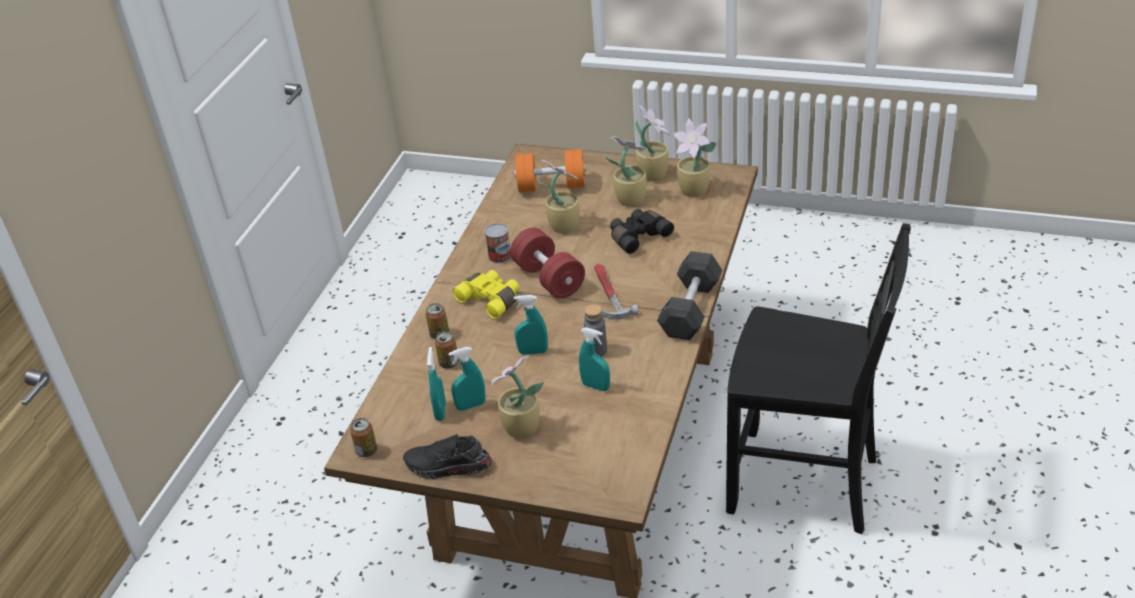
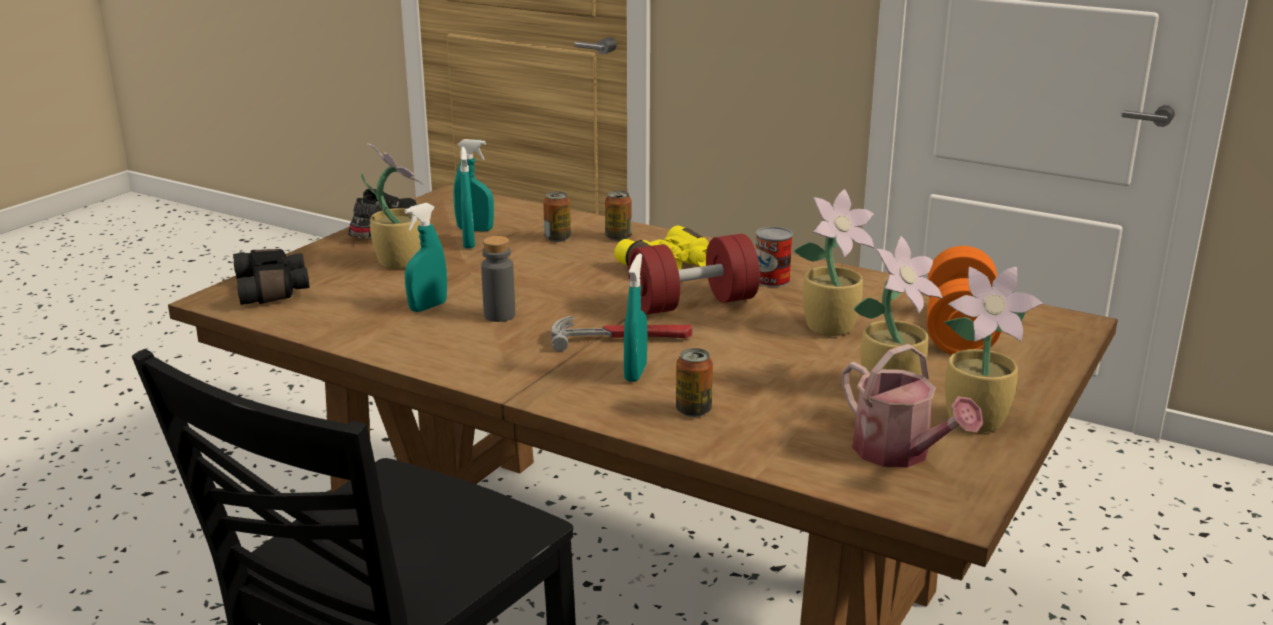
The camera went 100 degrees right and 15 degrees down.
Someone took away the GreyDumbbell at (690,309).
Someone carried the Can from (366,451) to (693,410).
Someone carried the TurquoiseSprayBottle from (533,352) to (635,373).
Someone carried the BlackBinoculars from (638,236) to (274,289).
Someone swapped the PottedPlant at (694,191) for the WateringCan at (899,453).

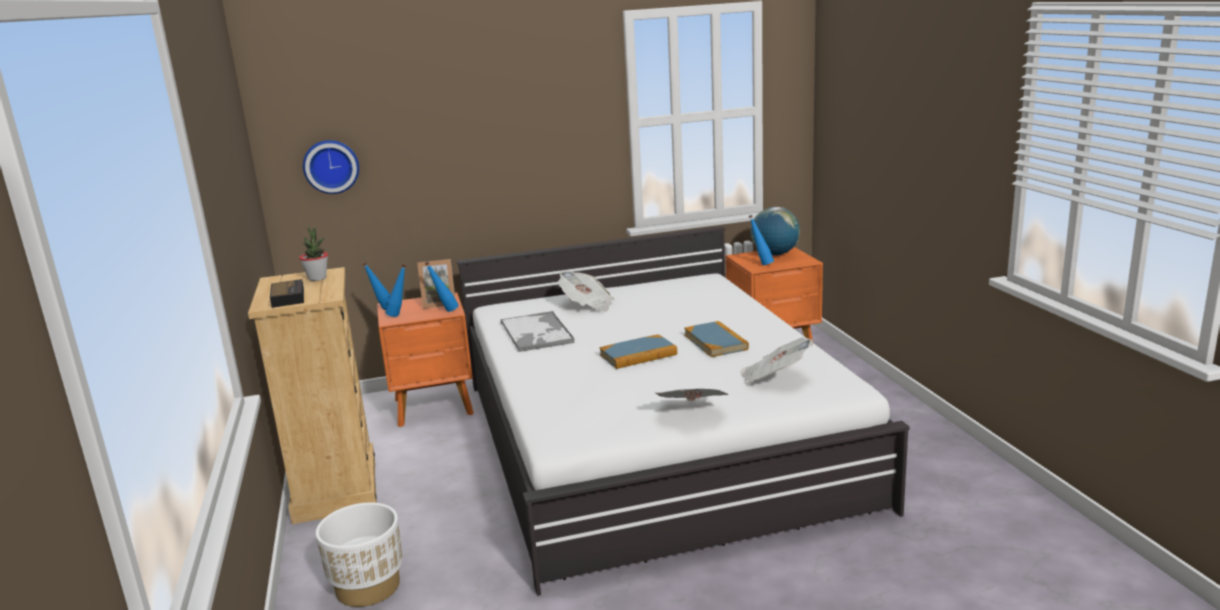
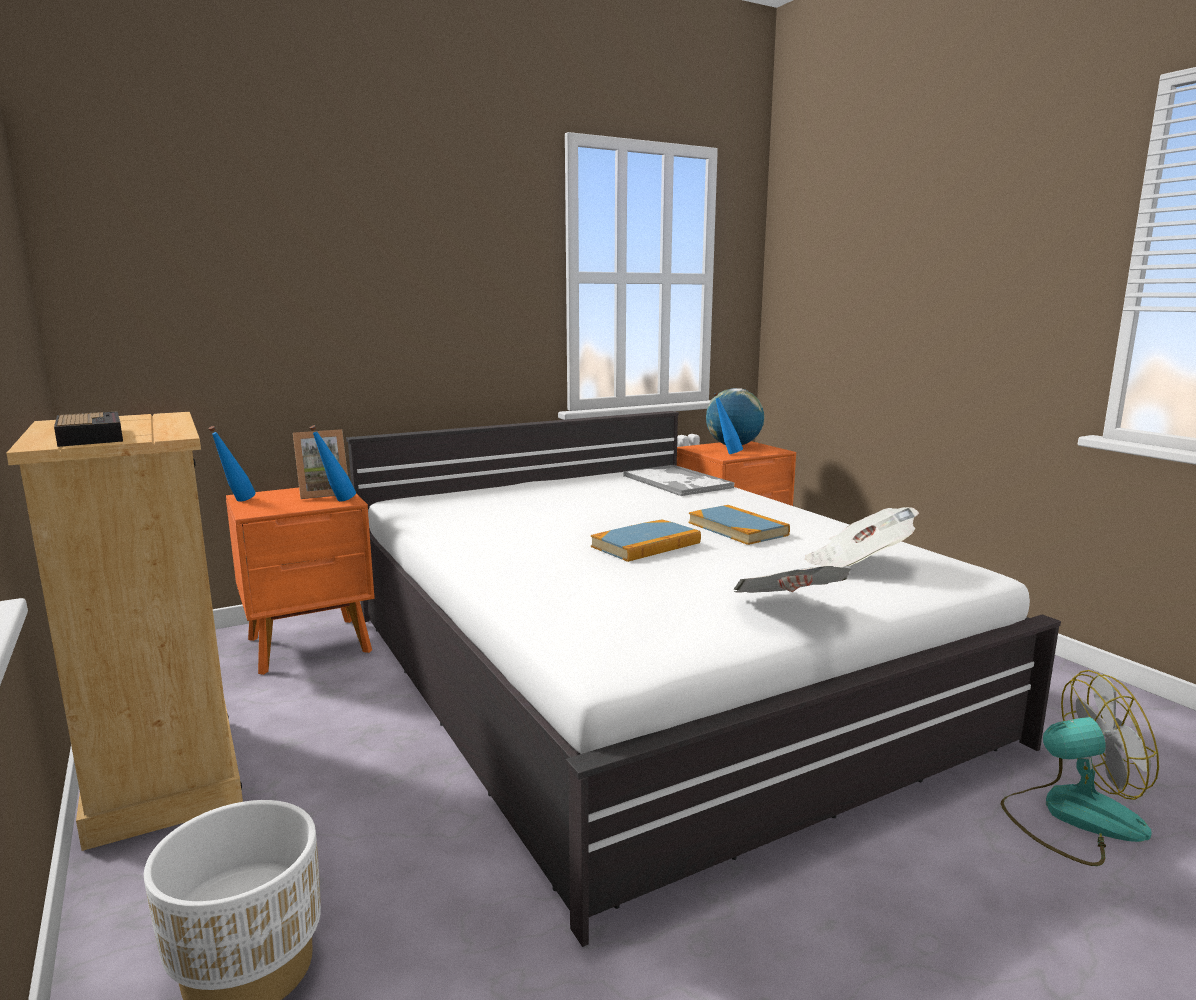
The camera went 15 degrees left and 5 degrees down.
Someone took away the PottedPlant at (317,278).
Someone took away the WallClock at (331,166).
Someone took away the BlueBottle at (400,315).
Someone took away the Newspaper at (587,305).
Someone put down the Fan at (1071,816).
Someone carried the Tray from (537,333) to (677,482).

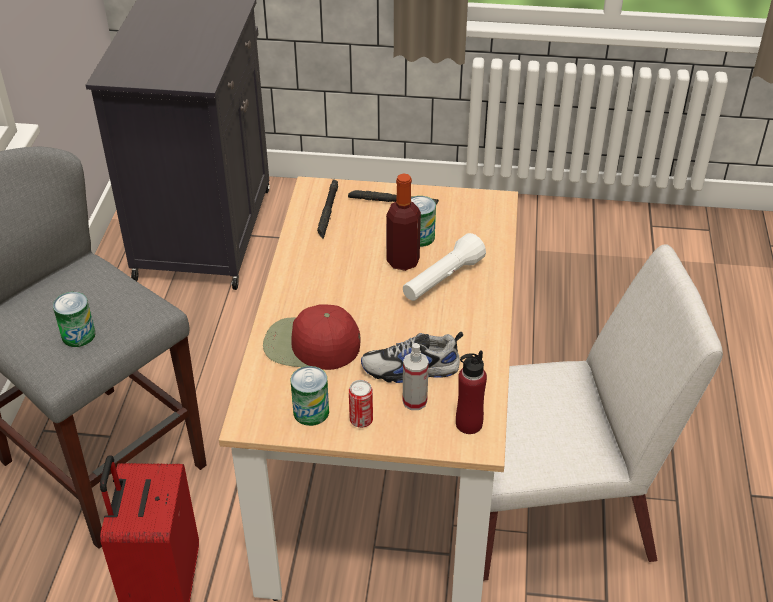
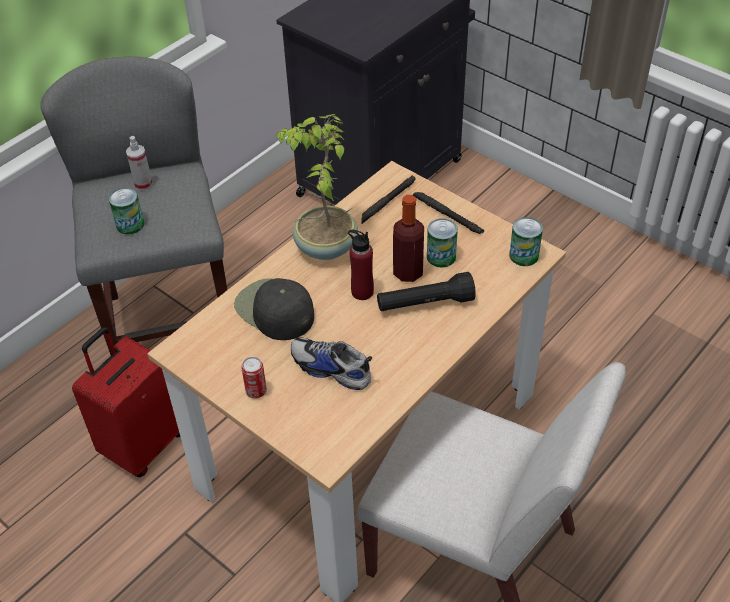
The camera went 35 degrees right and 5 degrees up.
Someone put down the PottedPlant at (324,247).
Someone carried the Can from (311,412) to (524,255).
Someone carried the SprayBottle from (414,401) to (143,184).
Someone carried the RedBottle from (468,424) to (362,292).
Someone repainted the RedCap at (310,345), which became the BlackCap at (274,310).
Someone repainted the WhiteFlashlight at (442,280), which became the BlackFlashlight at (425,304).

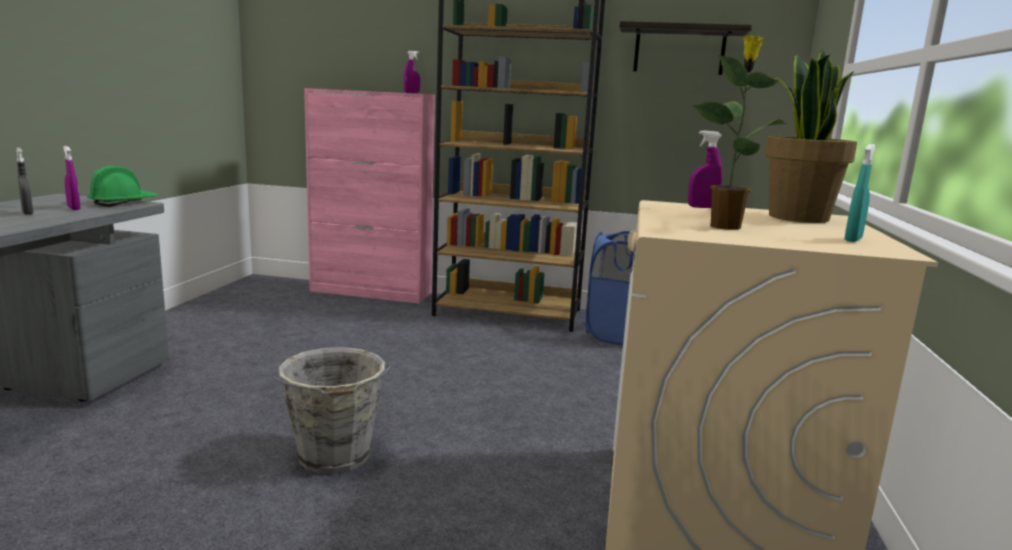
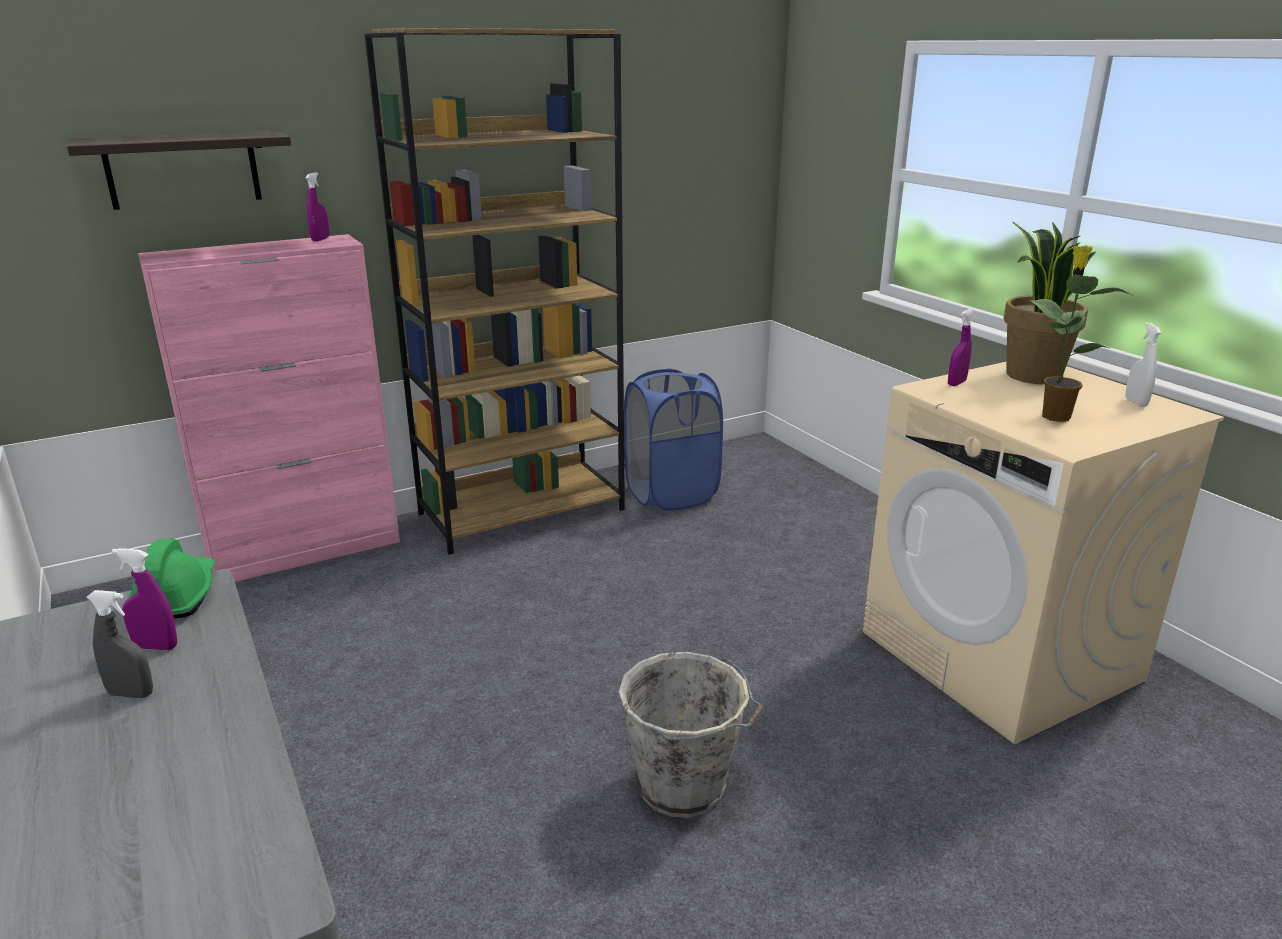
The camera went 40 degrees left and 10 degrees up.
Someone carried the Shelf from (679,51) to (183,169).
Someone repainted the TurquoiseSprayBottle at (853,239), which became the WhiteSprayBottle at (1135,402).

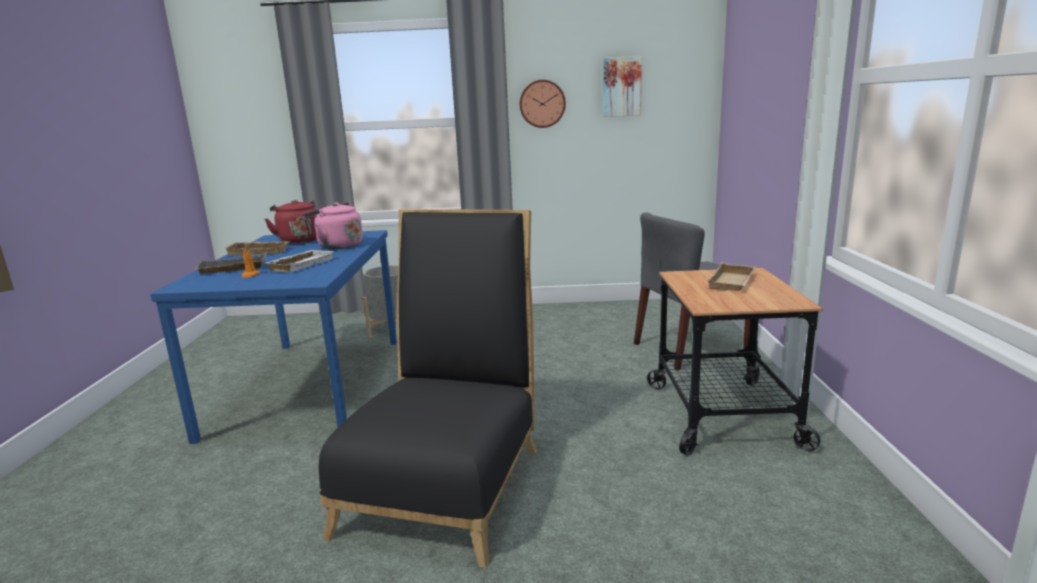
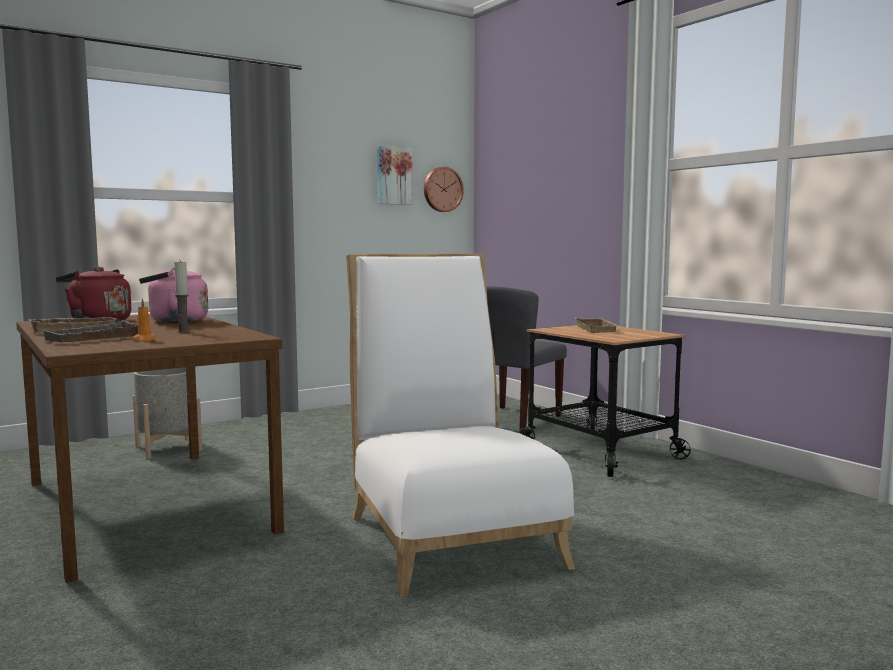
The camera went 35 degrees left and 10 degrees down.
Someone carried the WallClock from (542,104) to (442,189).
Someone swapped the WhiteTray at (300,264) for the Candle at (183,331).
Someone repainted the BlueDiningTable at (309,384), which became the BrownDiningTable at (143,505).
Someone repainted the BlackChair at (447,481), which became the WhiteChair at (449,534).

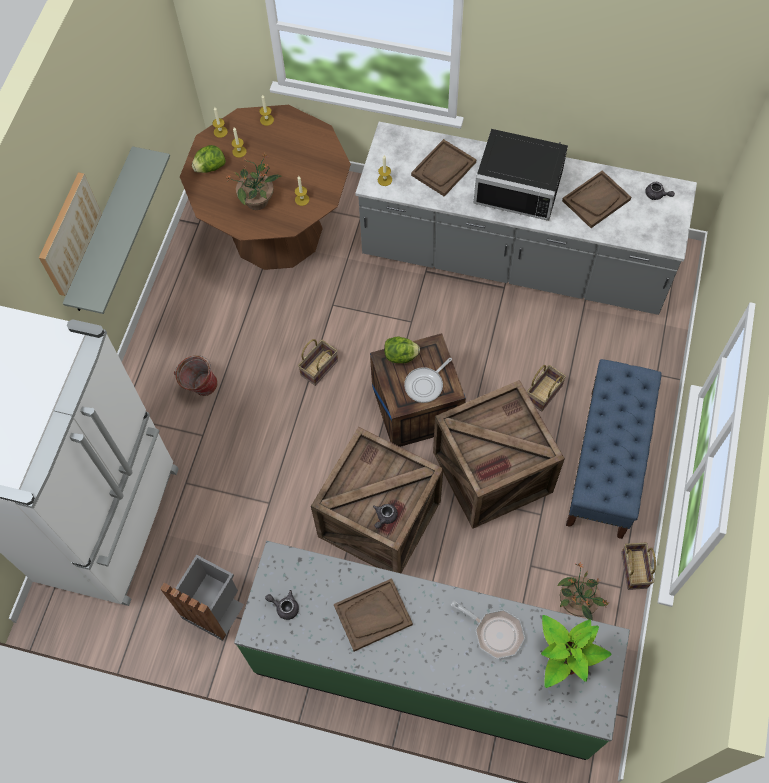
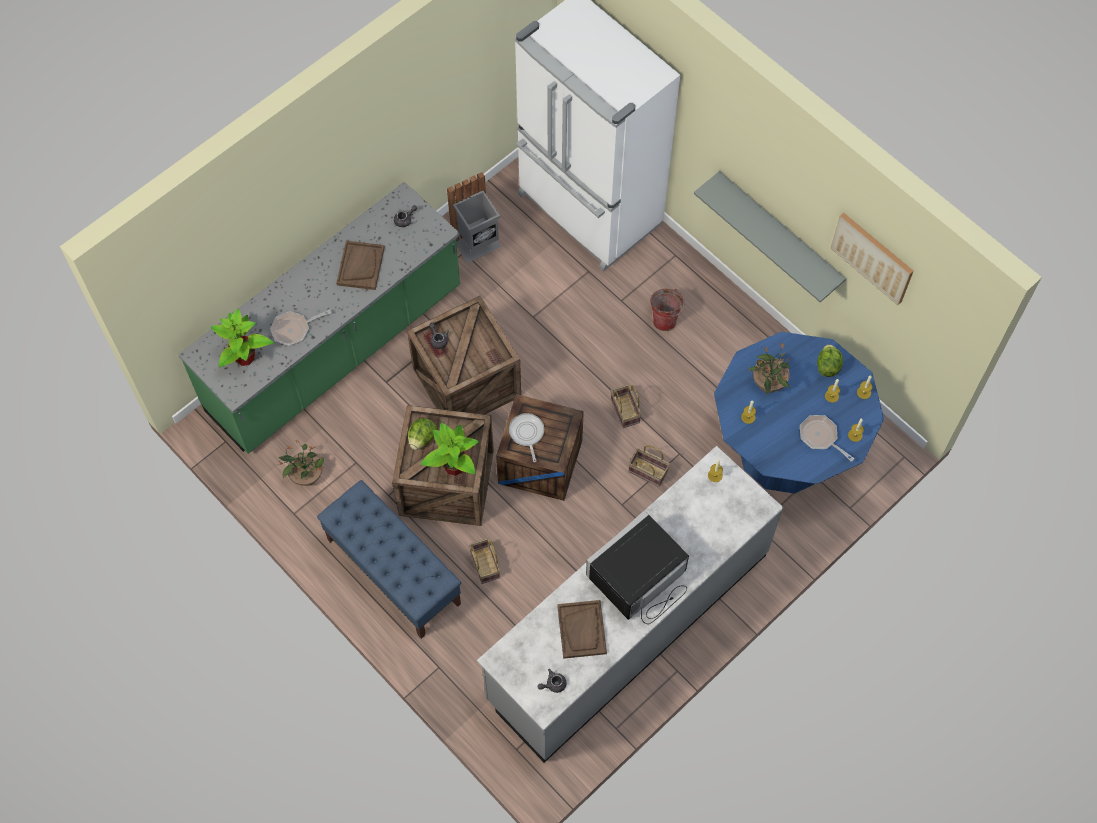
The camera went 120 degrees right and 0 degrees up.
Someone took away the BrownTray at (443,169).
Someone put down the PottedPlant at (454,466).
Someone put down the FryingPan at (820,437).
Someone carried the Picture from (68,234) to (872,257).
Someone carried the Lettuce from (401,356) to (422,438).
Someone carried the Basket from (633,569) to (649,471).
Someone repainted the BrownDiningTable at (277,231), which became the BlueDiningTable at (784,450).

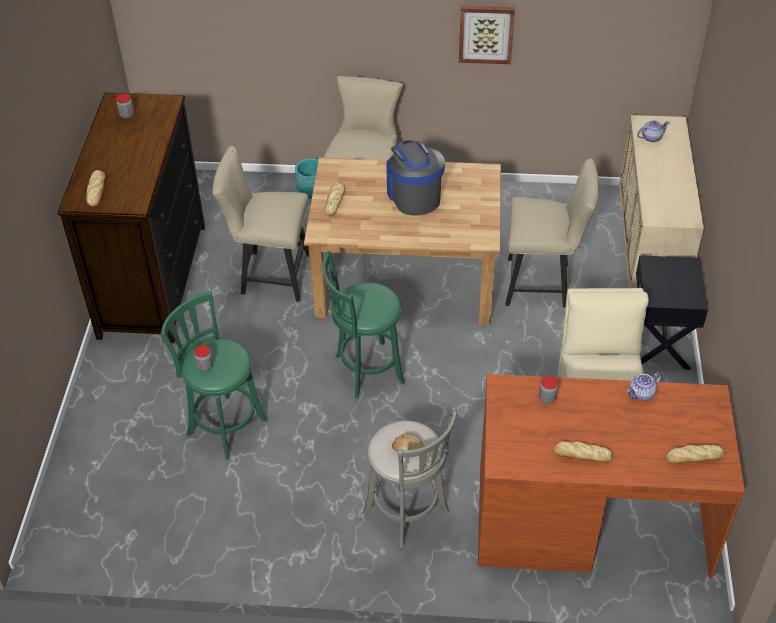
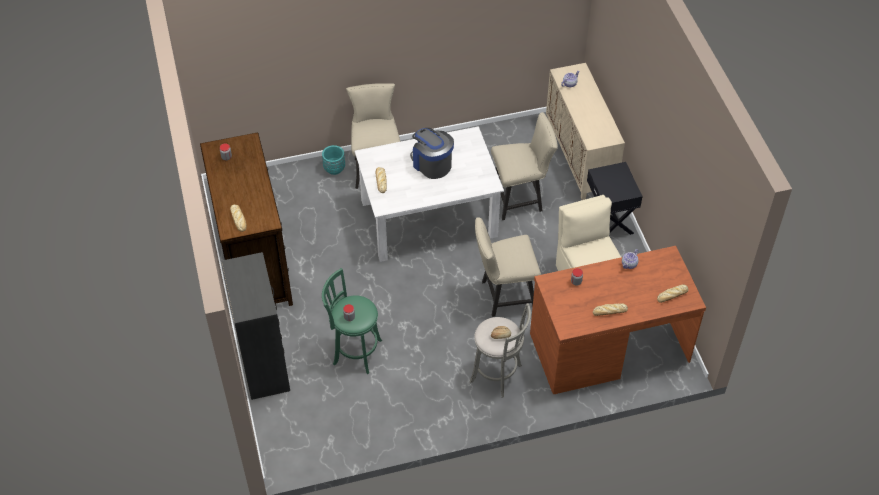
The camera went 20 degrees left and 5 degrees up.
Someone took away the GreenStool at (365,370).
Someone took away the Picture at (486,33).
Someone put down the BlackDresser at (264,364).
Someone carried the BeigeChair from (270,275) to (504,296).
Someone repainted the BrownDiningTable at (407,278), which became the WhiteDiningTable at (429,217).

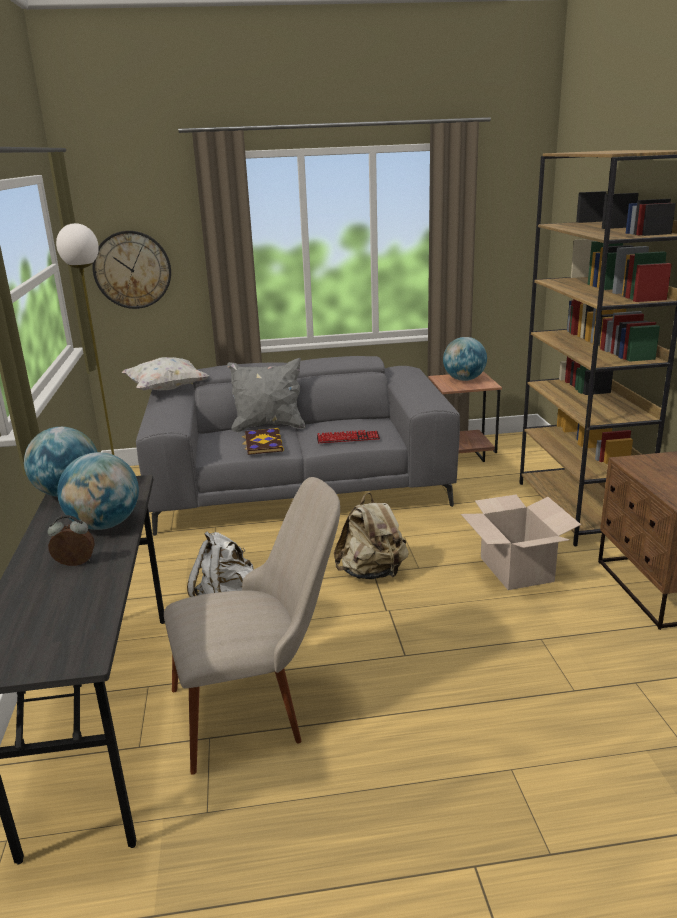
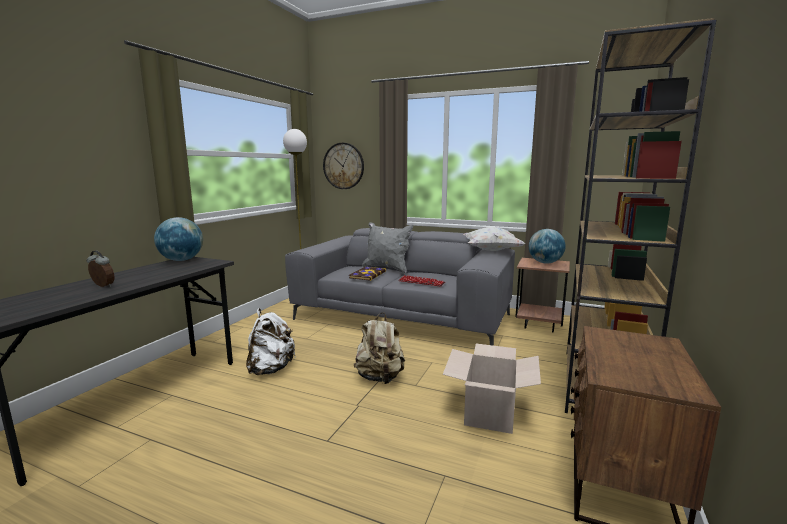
The camera went 30 degrees right and 10 degrees down.
Someone took away the Globe at (104,525).
Someone took away the BeigeChair at (259,707).
Someone carried the WhitePillow from (166,389) to (491,251).

